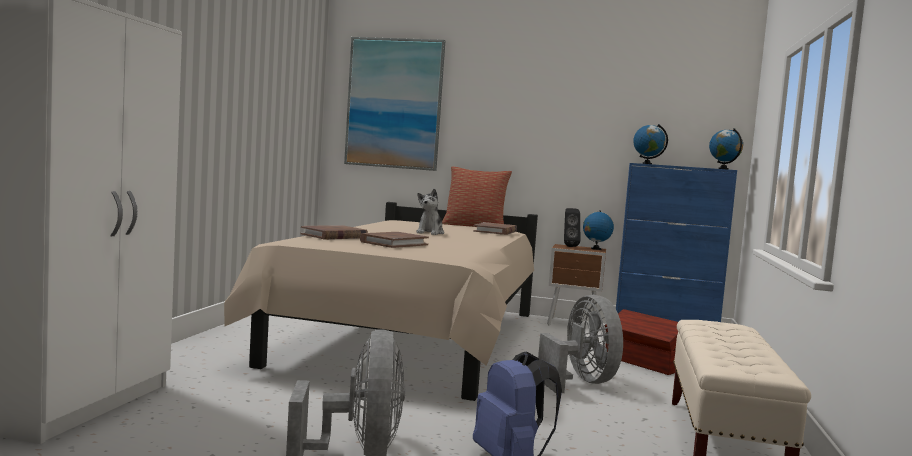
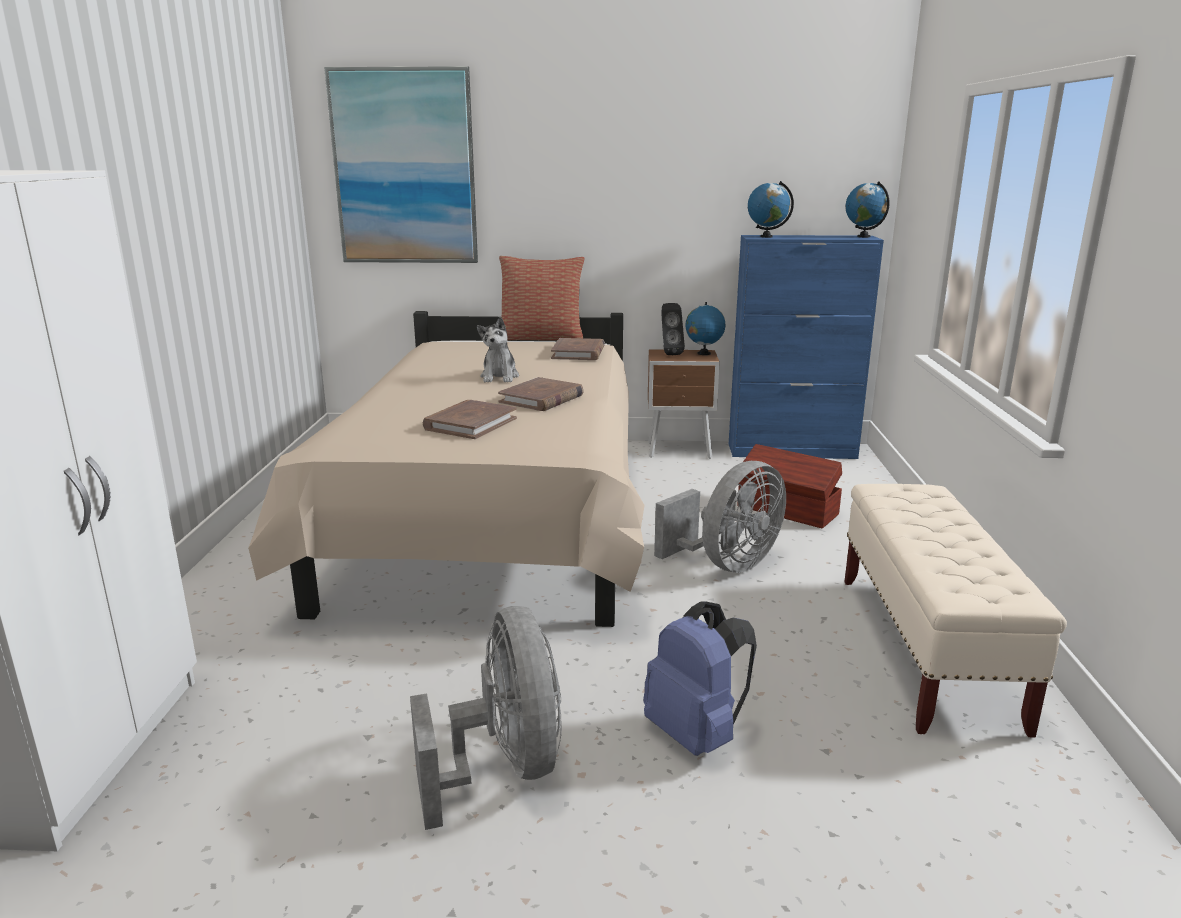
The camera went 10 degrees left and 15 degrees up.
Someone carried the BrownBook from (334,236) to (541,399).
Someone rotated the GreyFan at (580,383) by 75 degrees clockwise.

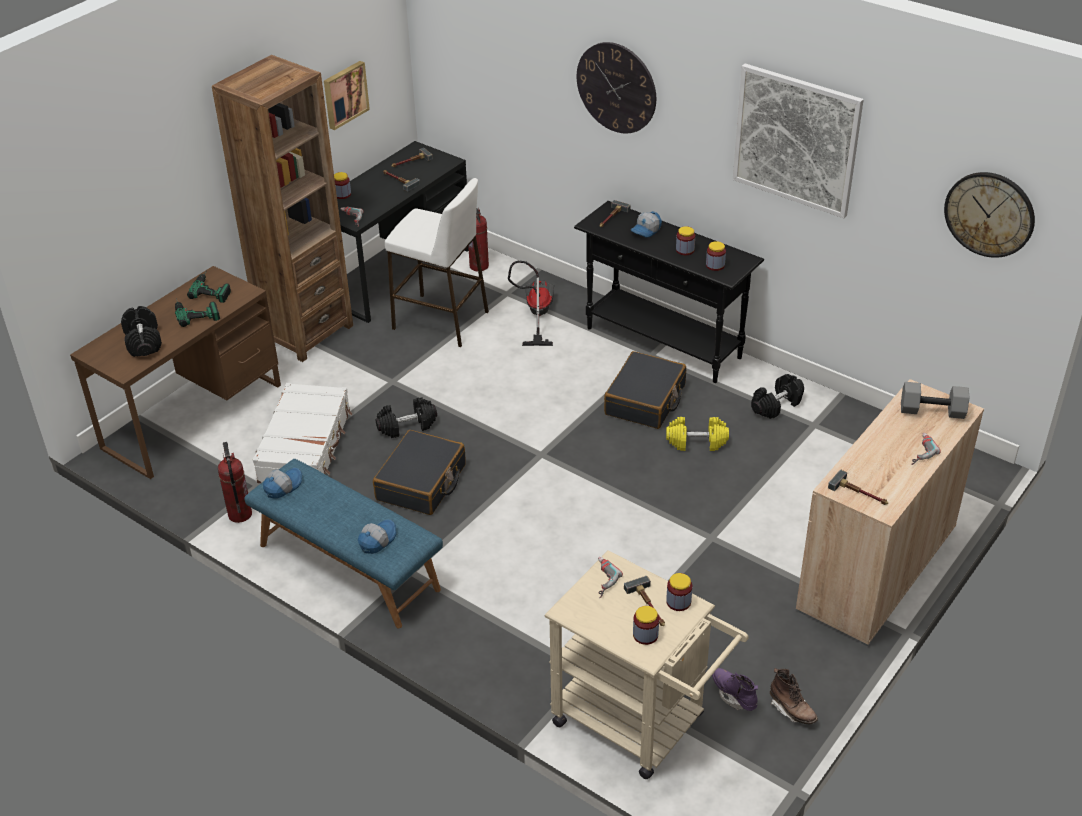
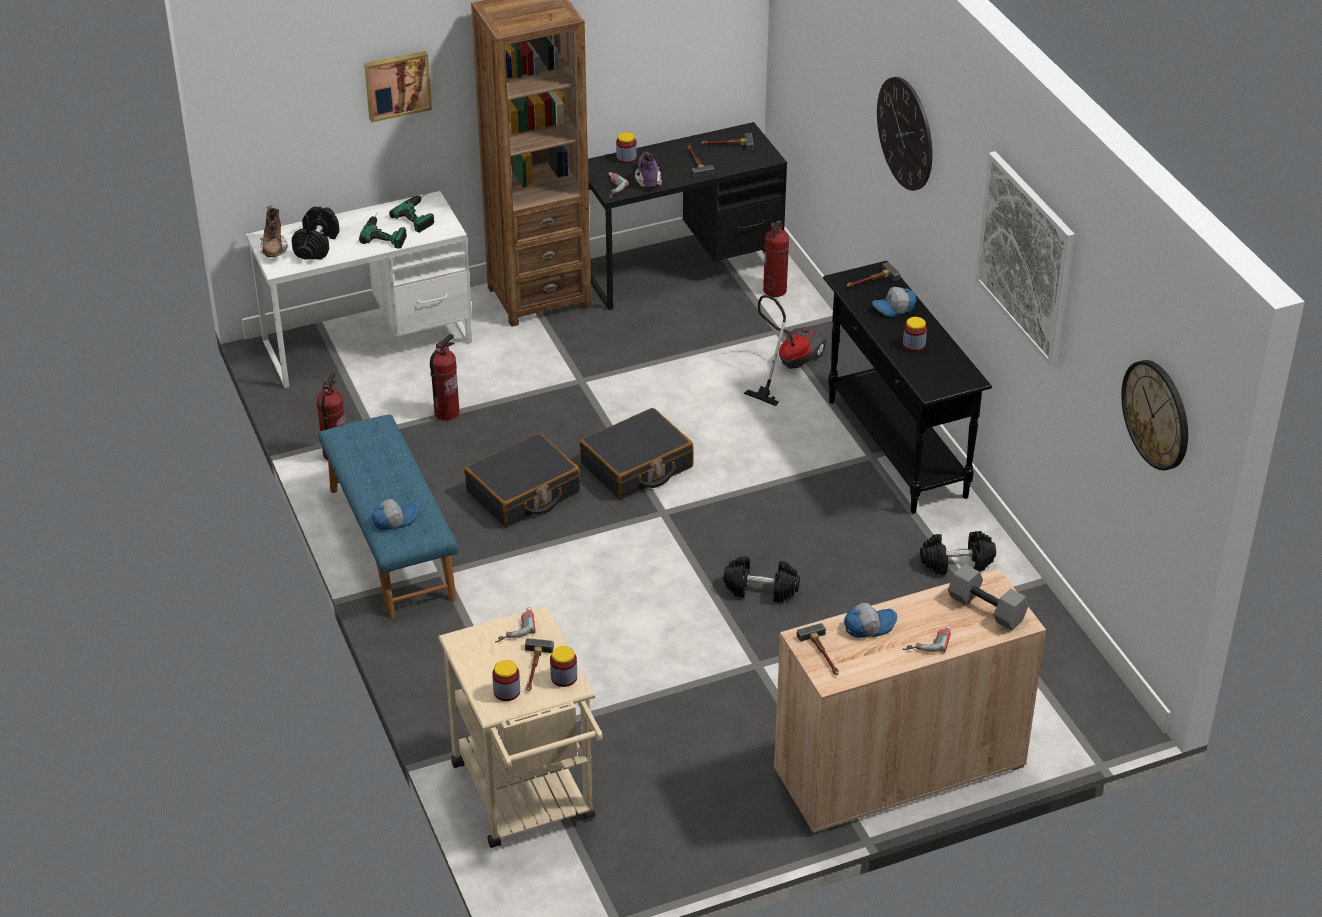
The camera went 30 degrees right and 0 degrees up.
Someone took away the WhiteStool at (441,320).
Someone took away the YellowDumbbell at (696,442).
Someone took away the Jar at (715,265).
Someone carried the Cap from (282,486) to (869,626).
Someone carried the Picture from (344,94) to (397,84).
Someone carried the BlackDumbbell from (407,426) to (761,589).
Someone carried the BlackSuitcase from (645,400) to (637,466).
Someone carried the PurpleBoot from (734,695) to (648,178).
Someone carried the BrownBoot from (791,710) to (274,249).
Someone swapped the WhiteSuitcase at (306,446) for the FireExtinguisher at (446,413).
Someone repainted the BrownDesk at (193,416), which became the WhiteDesk at (368,342).

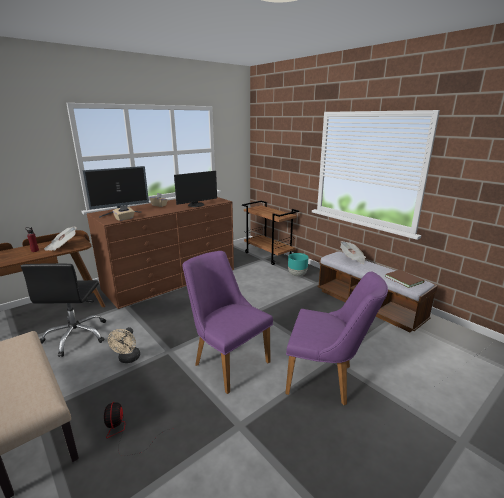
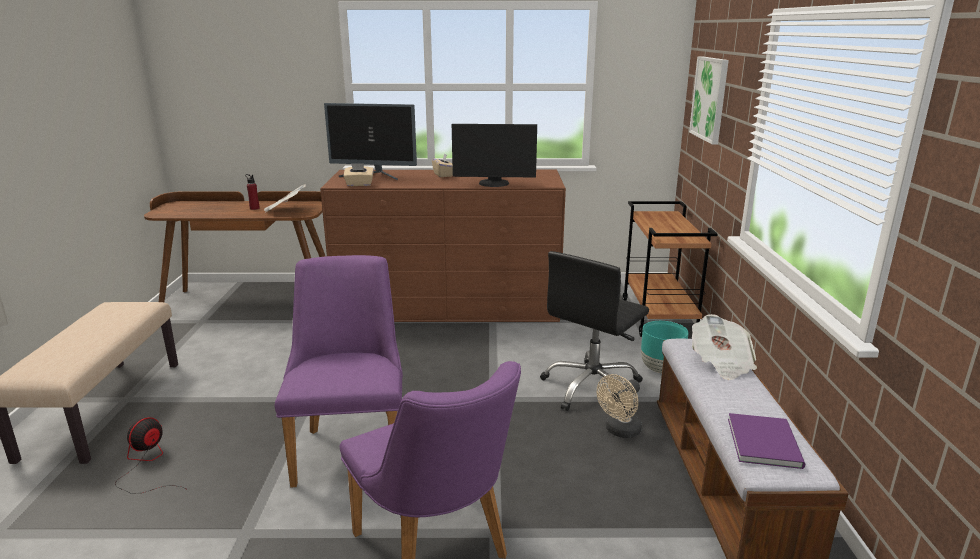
The camera went 40 degrees right and 0 degrees up.
Someone put up the Picture at (710,99).
Someone carried the BlackOfficeChair from (76,336) to (592,388).
Someone carried the BeigeFan from (128,359) to (620,431).
Someone repainted the BrownBook at (403,279), which became the PurpleBook at (765,441).

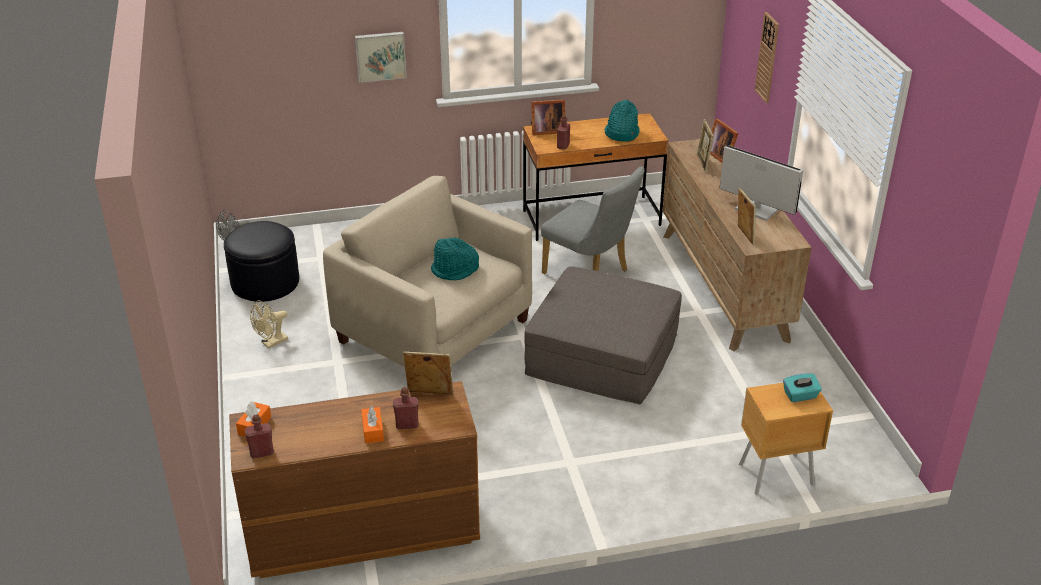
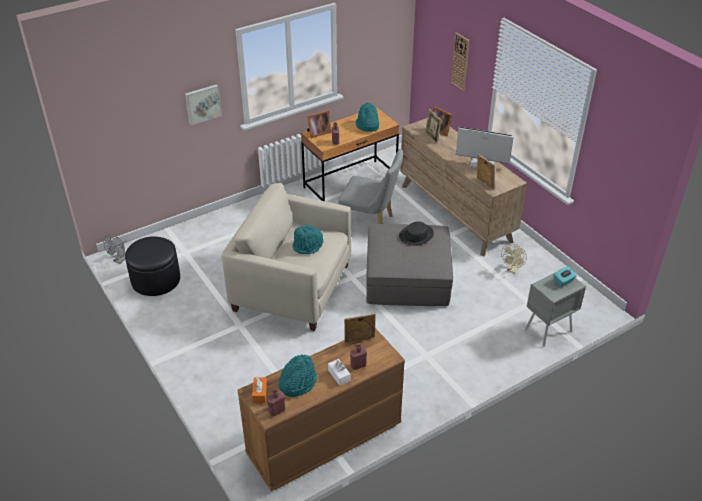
The camera went 20 degrees left and 5 degrees up.
Someone put down the TurquoiseHat at (297,382).
Someone put down the BlackHat at (416,235).
Someone carried the BeigeFan from (271,343) to (512,269).
Someone repainted the OrangeTissueBox at (373,430), which became the WhiteTissueBox at (339,375).
Someone repainted the BrownNightstand at (774,474), which became the GreyNightstand at (547,331).

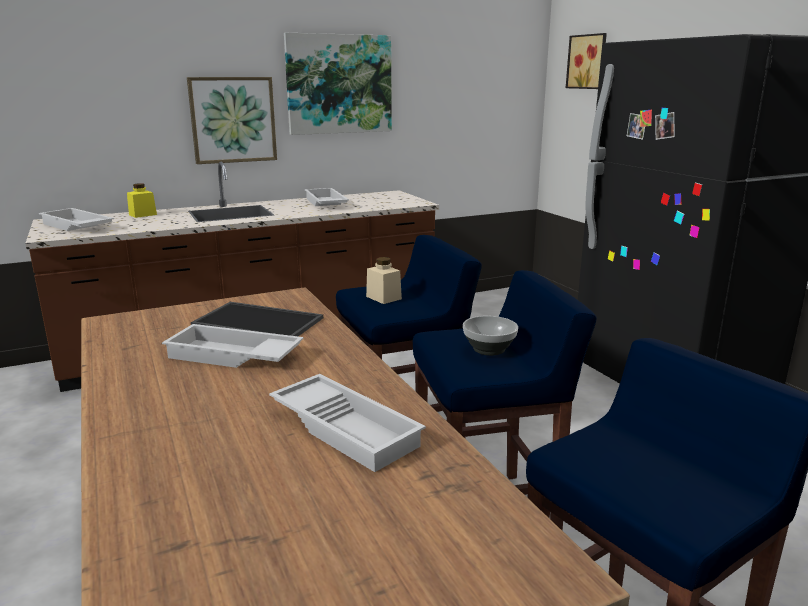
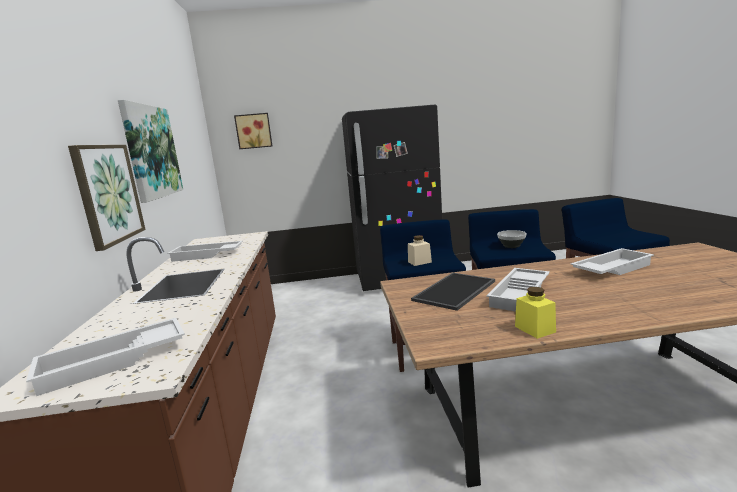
The camera went 70 degrees left and 5 degrees down.
Someone carried the YellowJar from (143,214) to (535,329).

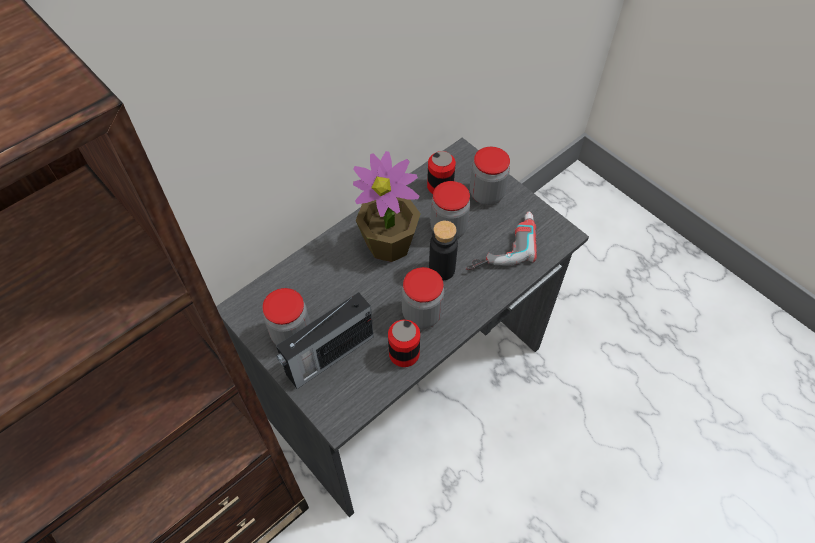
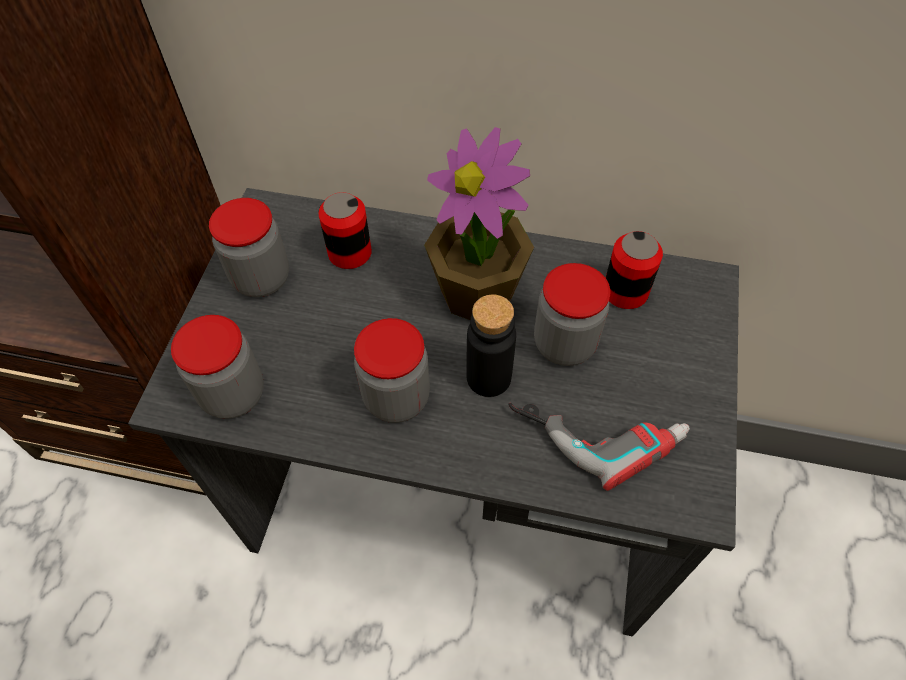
The camera went 55 degrees right and 0 degrees up.
Someone took away the Radio at (328,356).
Someone carried the Can from (404,353) to (350,253).
Someone carried the Jar from (486,194) to (233,394).

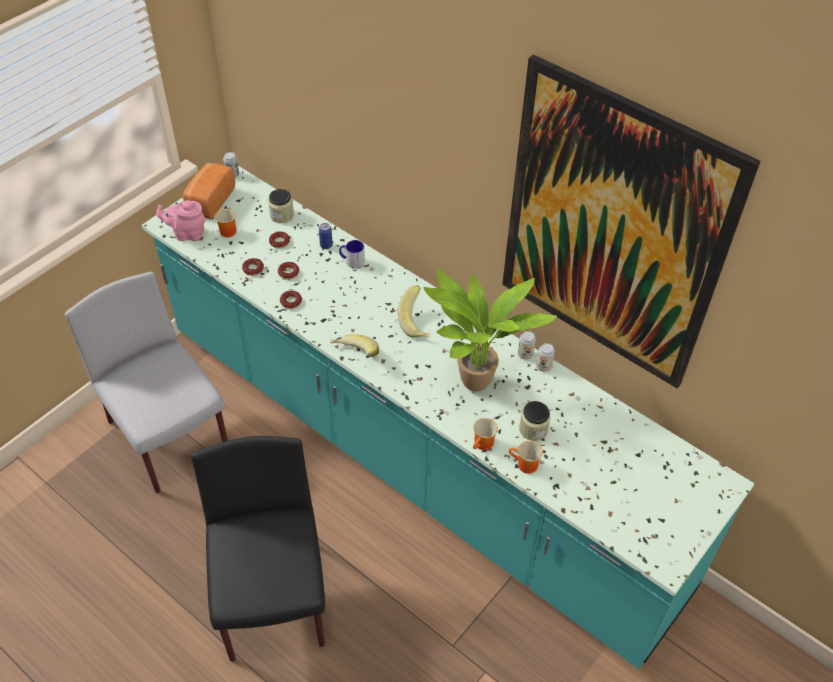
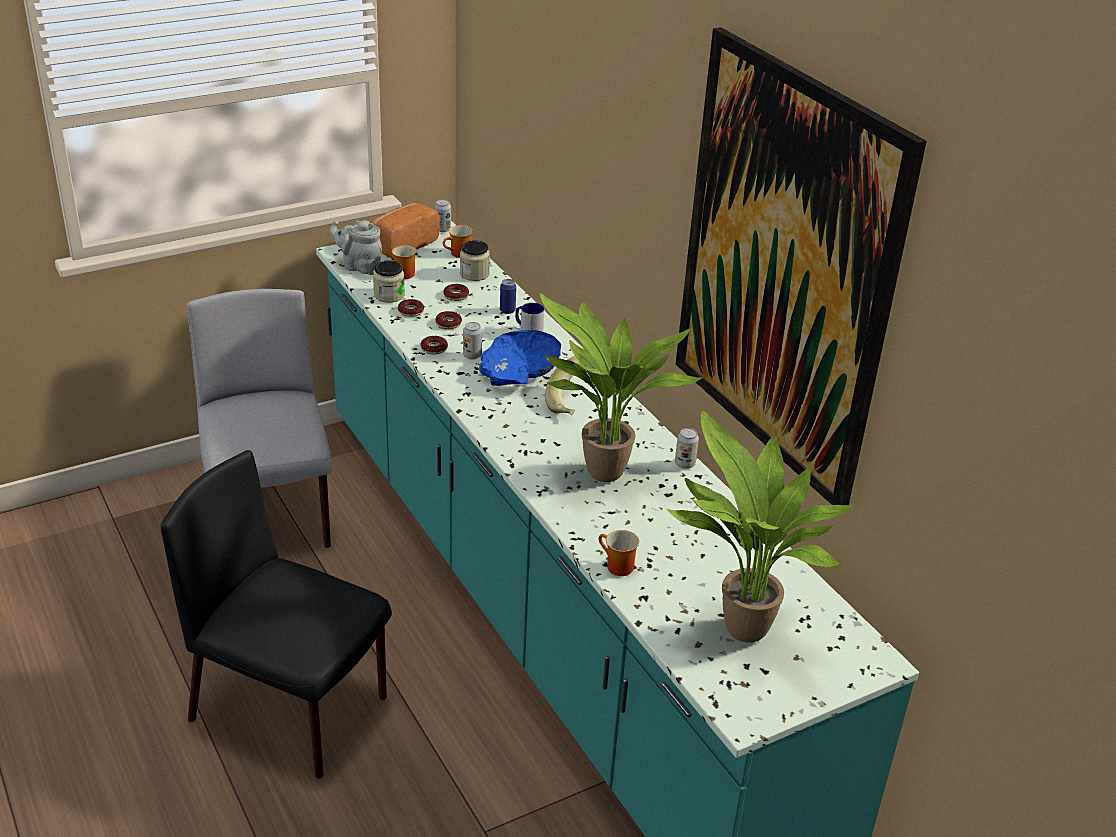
The camera went 20 degrees right and 15 degrees down.
Someone took away the Banana at (354,355).
Someone put down the BlueBowl at (519,371).
Someone put down the PottedPlant at (739,633).
Someone carried the Mug from (483,445) to (459,254).
Someone carried the Jar from (533,429) to (389,295).
Someone carried the Can from (543,366) to (472,355).
Someone repainted the PinkTeapot at (187,234), which became the GreyTeapot at (359,266).
Someone rotated the BlackChair at (273,600) by 75 degrees counterclockwise.

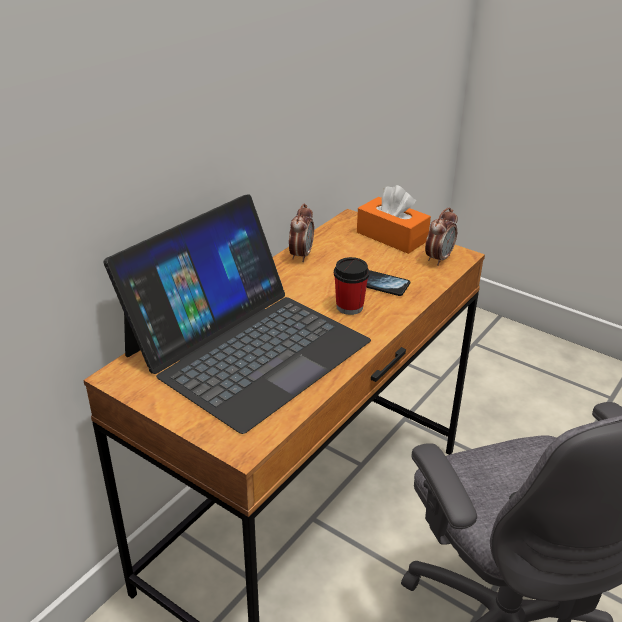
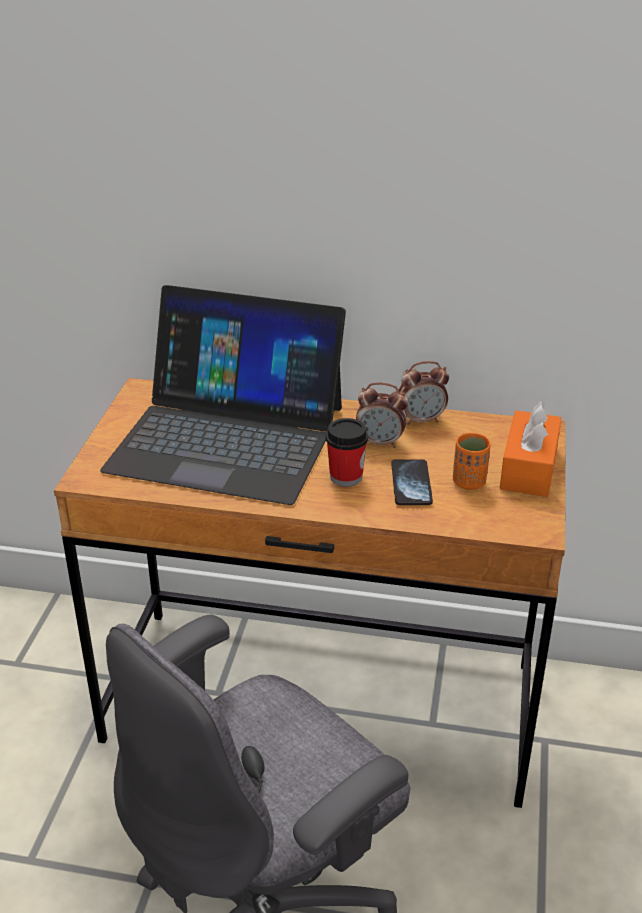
The camera went 65 degrees right and 0 degrees up.
Someone put down the OrangeCup at (469,482).
Someone carried the AlarmClock from (439,258) to (380,442).

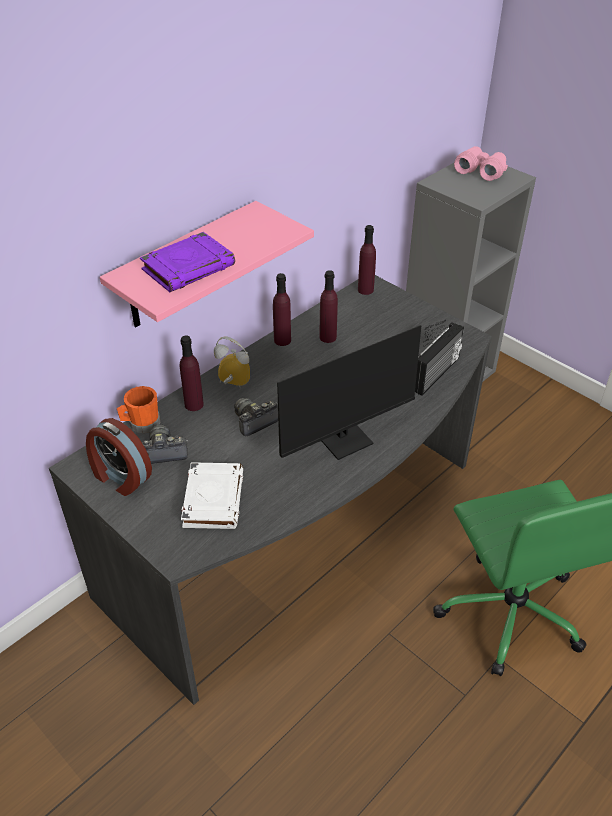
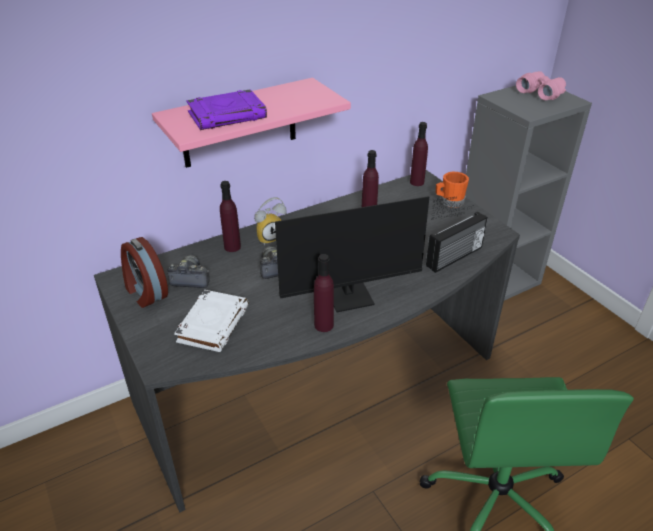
The camera went 15 degrees right and 5 degrees down.
Someone carried the OrangeMug from (141,424) to (449,201).
Someone carried the PurpleBottle from (282,340) to (323,325).
Someone rotated the AlarmClock at (231,385) by 120 degrees clockwise.

